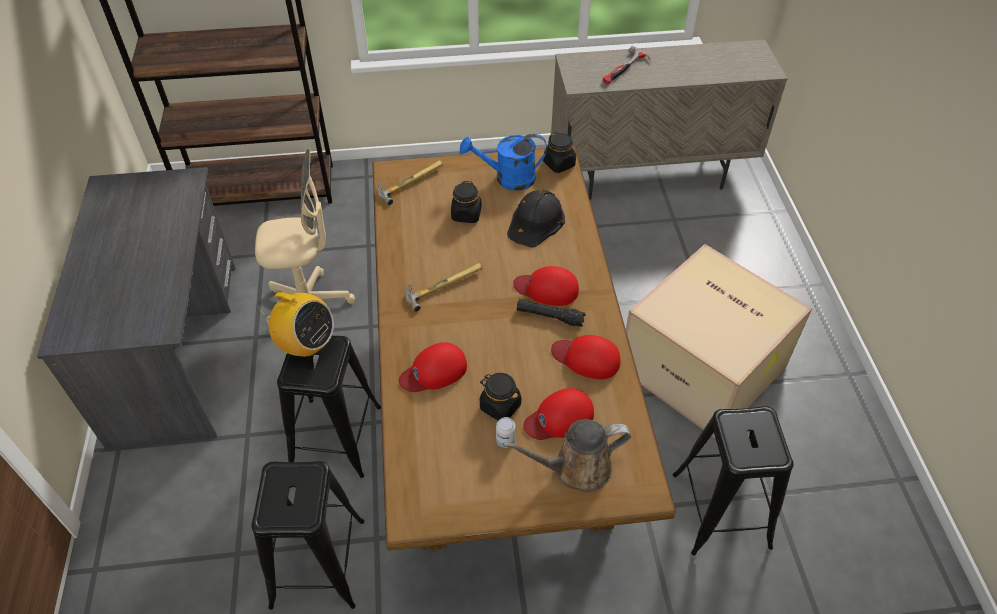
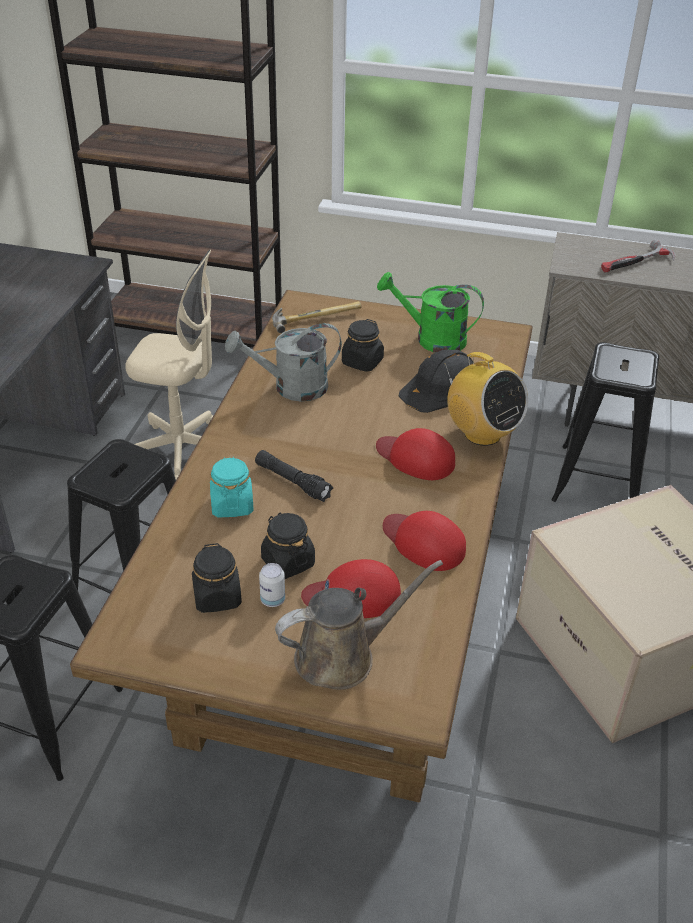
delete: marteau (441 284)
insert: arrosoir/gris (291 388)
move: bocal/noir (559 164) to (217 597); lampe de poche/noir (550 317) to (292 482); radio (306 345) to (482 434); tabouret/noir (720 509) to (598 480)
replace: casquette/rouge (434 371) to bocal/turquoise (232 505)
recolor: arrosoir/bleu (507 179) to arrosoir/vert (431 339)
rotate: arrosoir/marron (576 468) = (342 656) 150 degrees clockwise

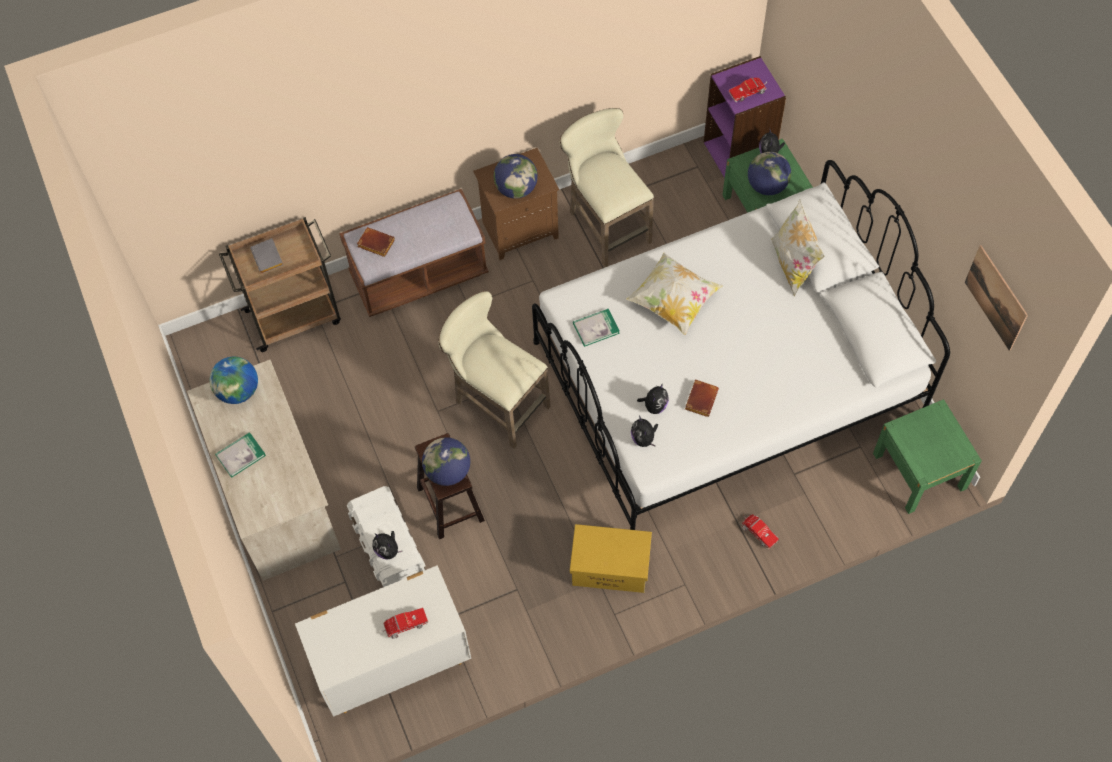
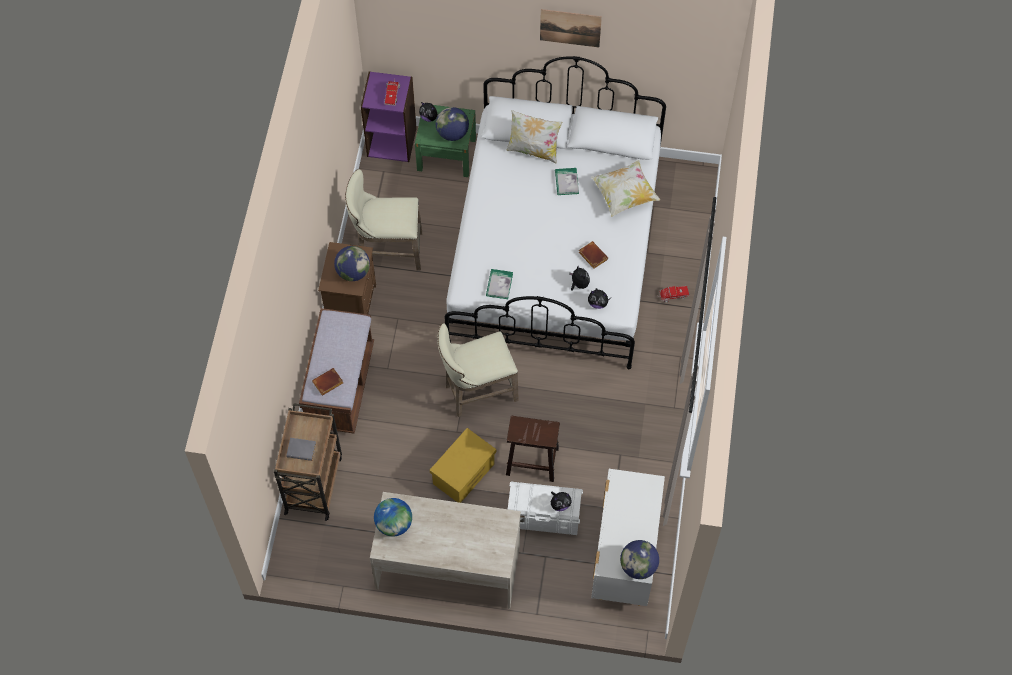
delete: camion jouet (404 625); table de chevet/vert (919 471)
move: boîte de rangement/jaune (611 567) to (464 473); tableau (995 298) to (570 28); livre (240 455) to (566 182); coussin (673 301) to (624 195); globe (448 471) to (638 566)

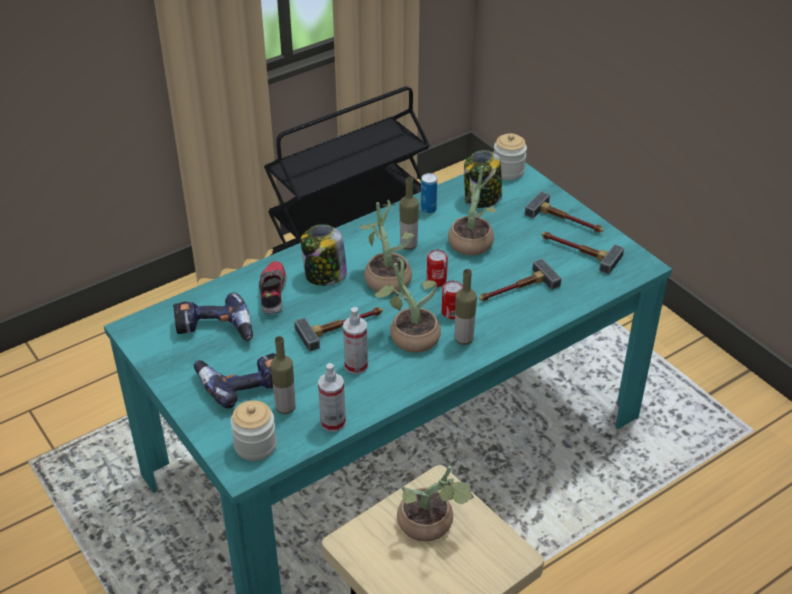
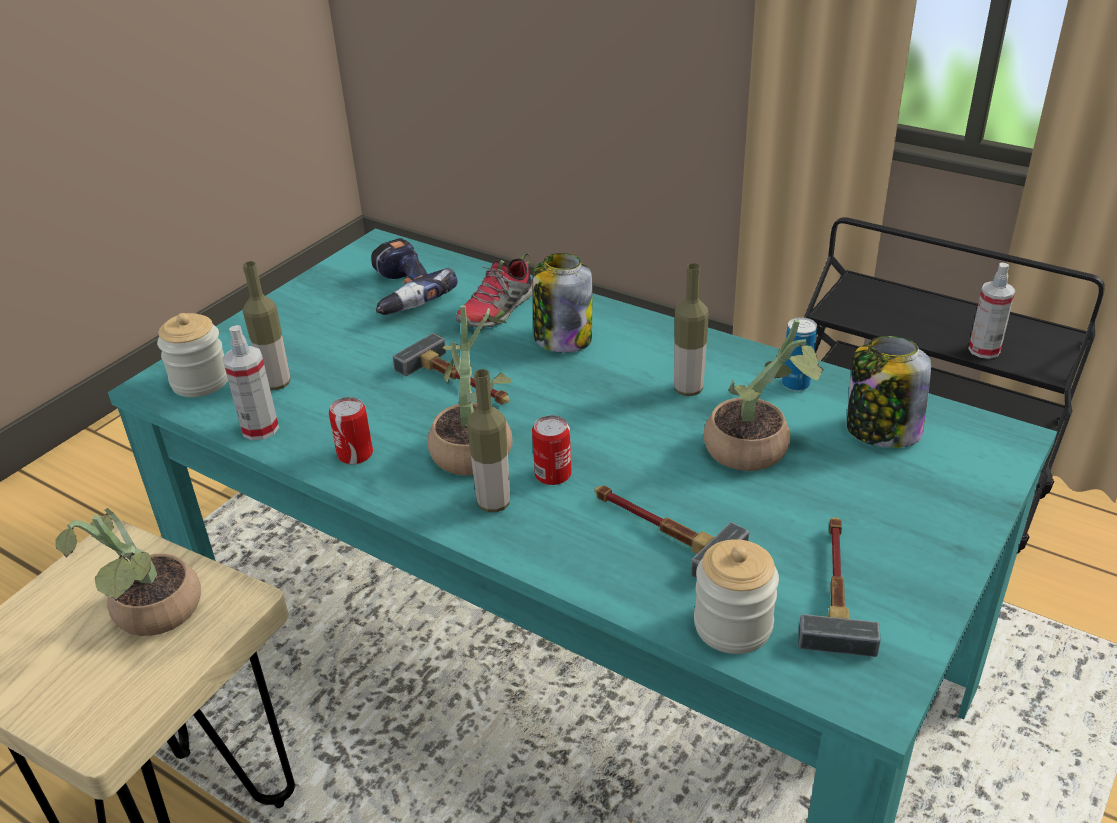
delete: perceuse (241 382); plante en pot (386 277); marteau (566 220)
move: boîte métallique (436 281) to (355 454); bocal (508 171) to (733 625); vaporisateur (356 365) to (984 350)
rotate: chaussure (272 293) = (497 311) 150 degrees clockwise

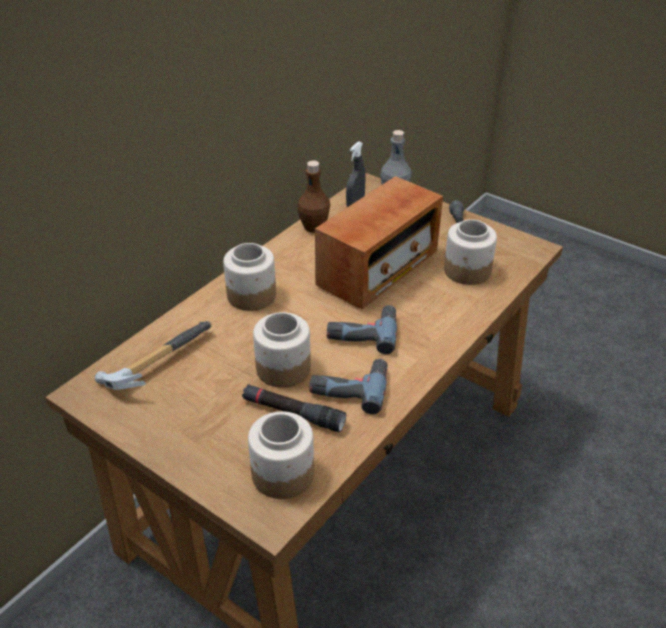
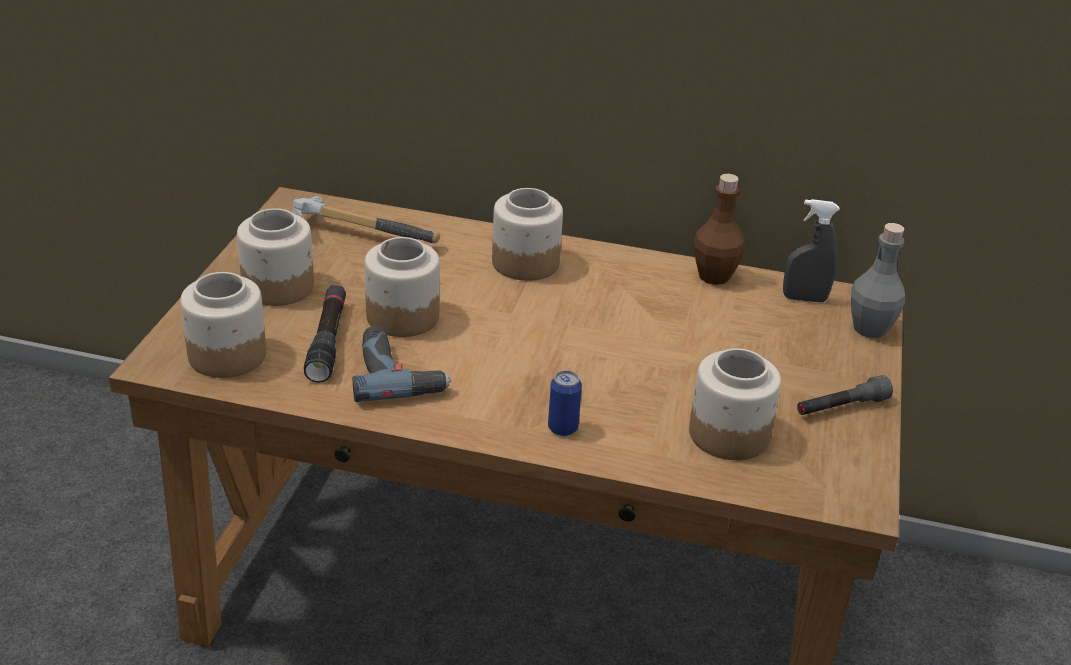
delete: radio (378 270); perceuse (362 331)
insert: bocal (279 286); boîte métallique (562 428)

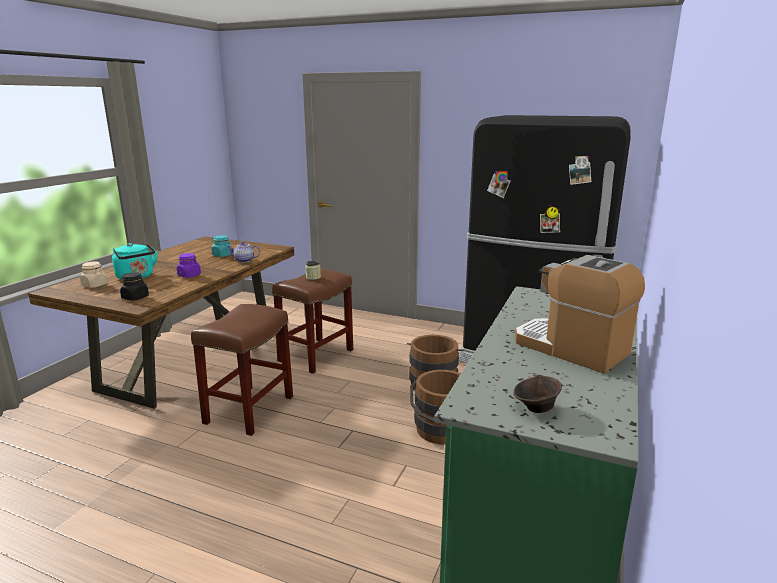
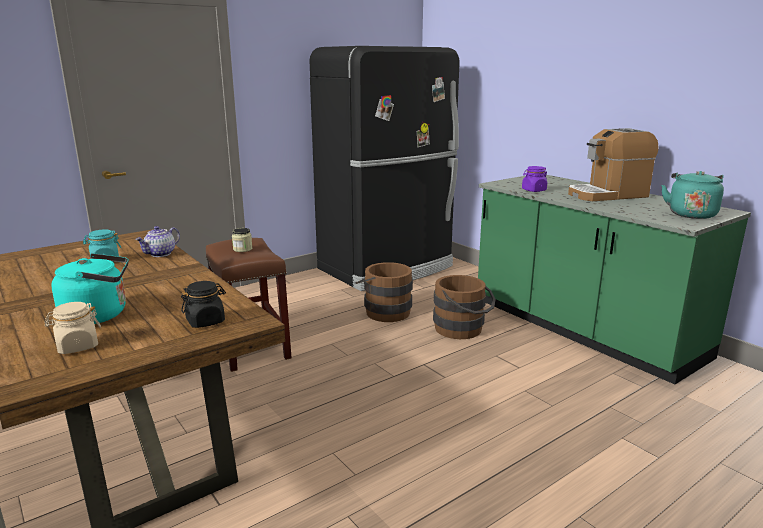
delete: tabouret/marron (249 410)
move: bocal/violet (189 275) to (533 190)
replace: bol/marron (536 408) to bouilloire/turquoise (690 214)

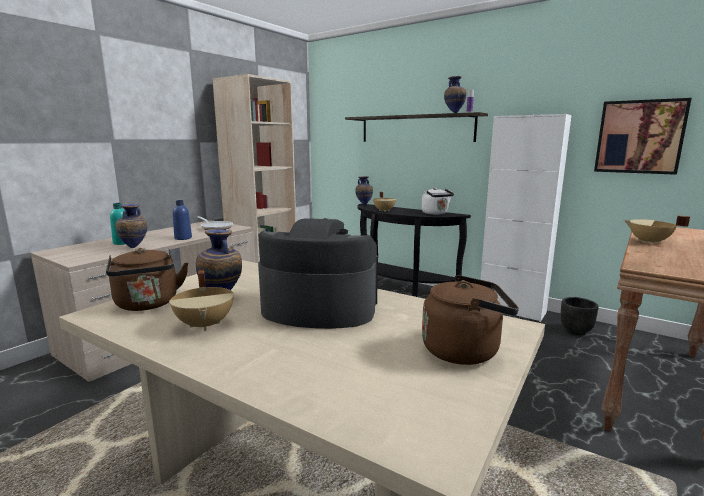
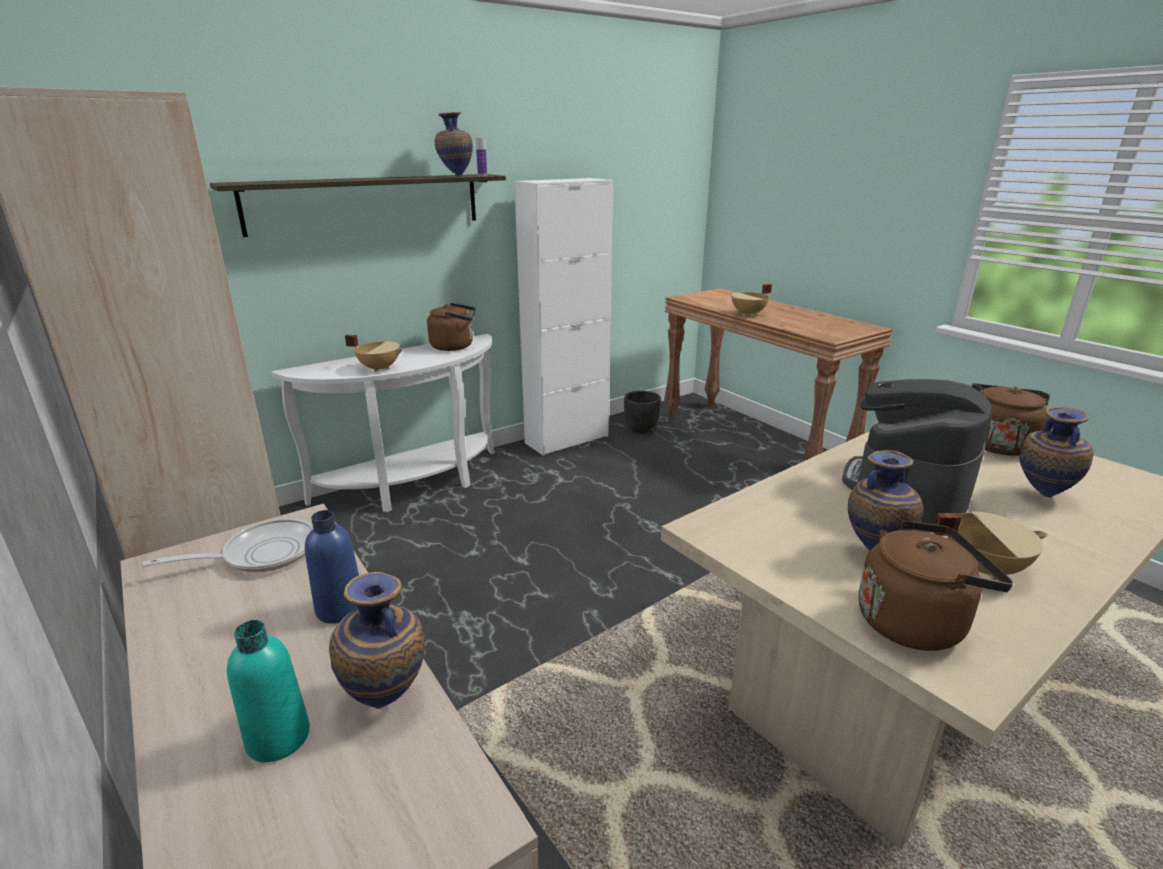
delete: tableau (639 137)
move: vase (364 204) to (1040 495)
recolor: table console/noir (401 286) to table console/blanc (415 486); bouilloire/blanc (436 213) to bouilloire/marron (455 346)

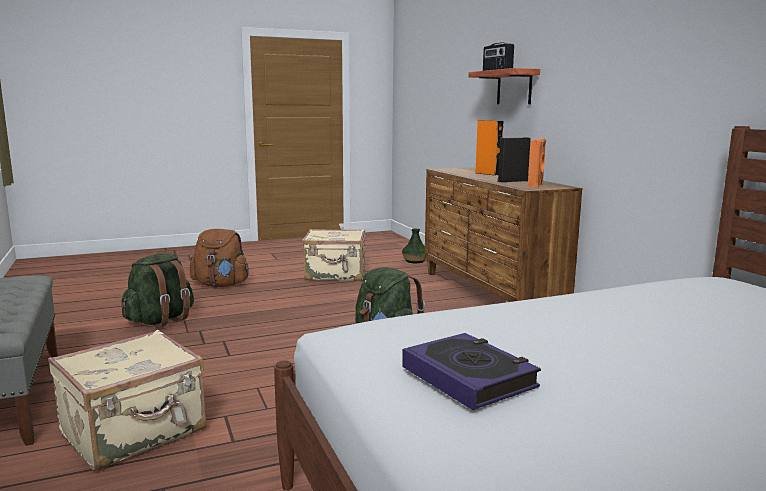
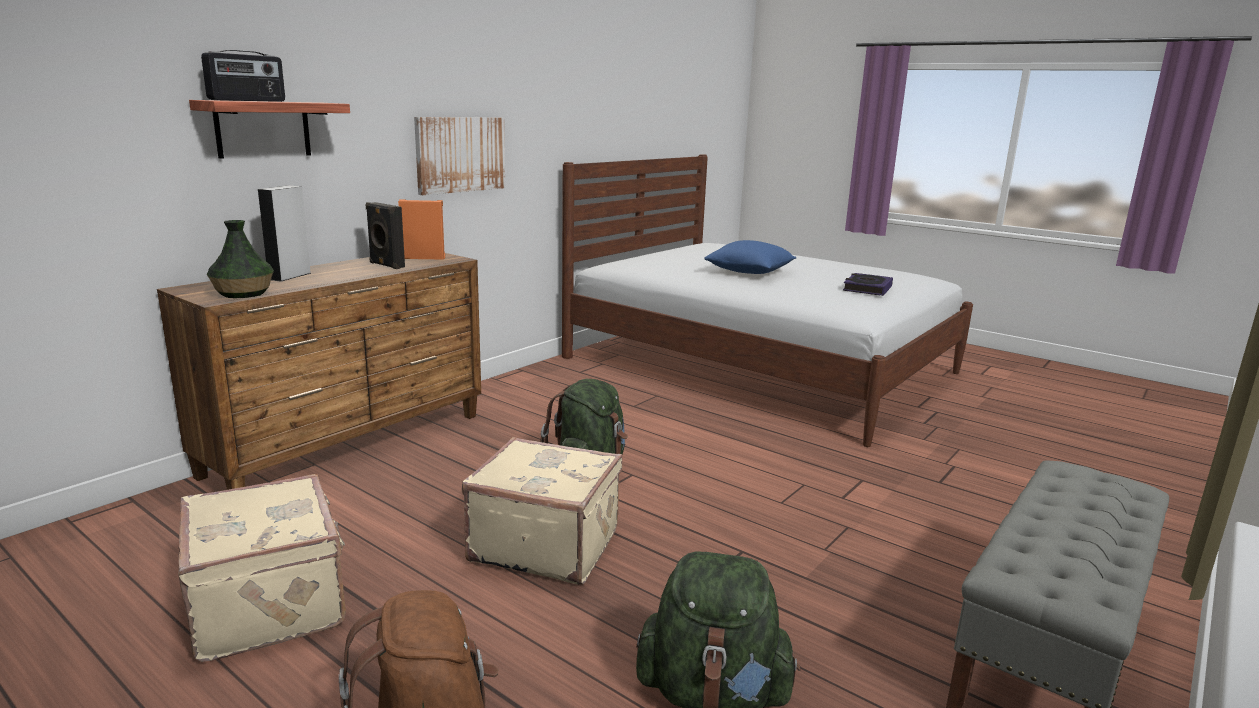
insert: tableau (460 154); coussin/bleu (750 273)
move: vase (415 261) to (244 293); valise/beige (135 432) to (545 544)
recolor: enceinte/orange (488 174) to enceinte/gris (289 276)

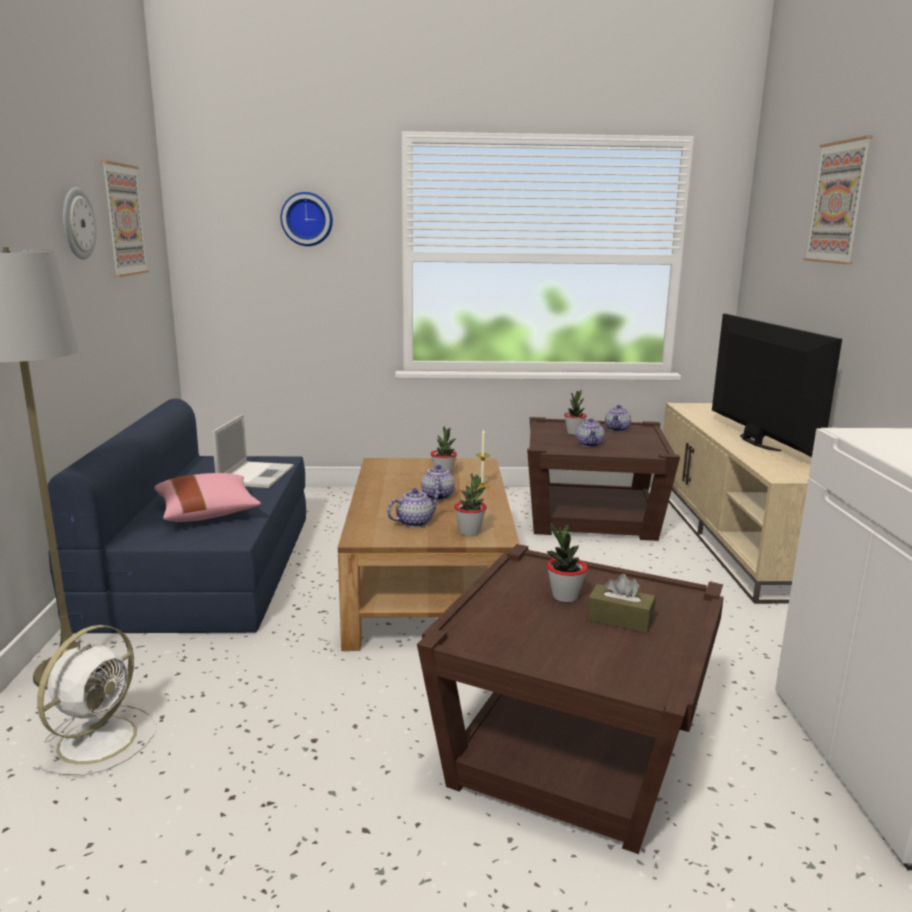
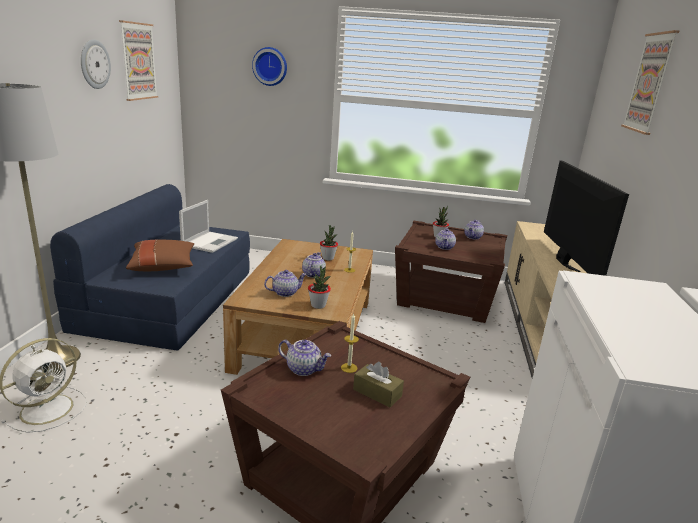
insert: théière (304 369)
replace: plante en pot (564 596) to bougie (349 368)
recolor: coussin/rose (207 513) to coussin/marron (163 266)

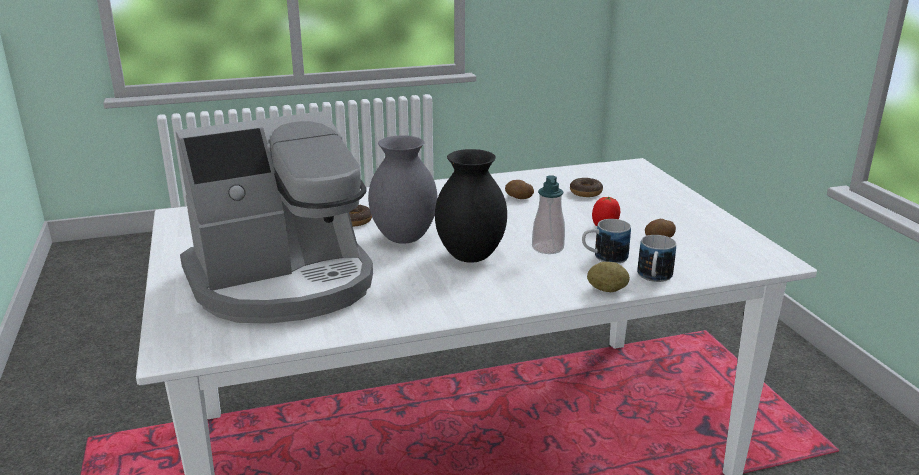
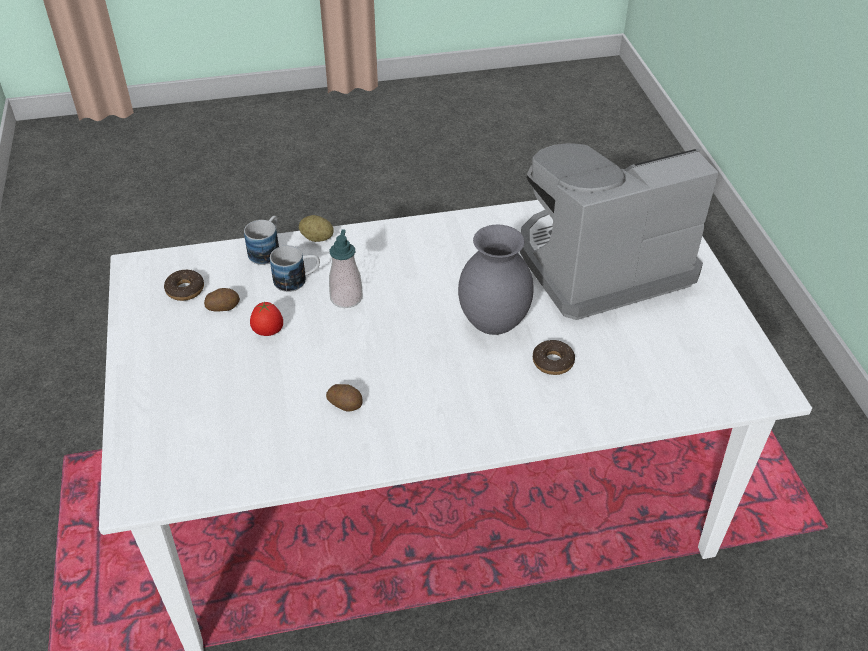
delete: vase/noir (471 257)
move: beignet (585 192) to (185 290)

